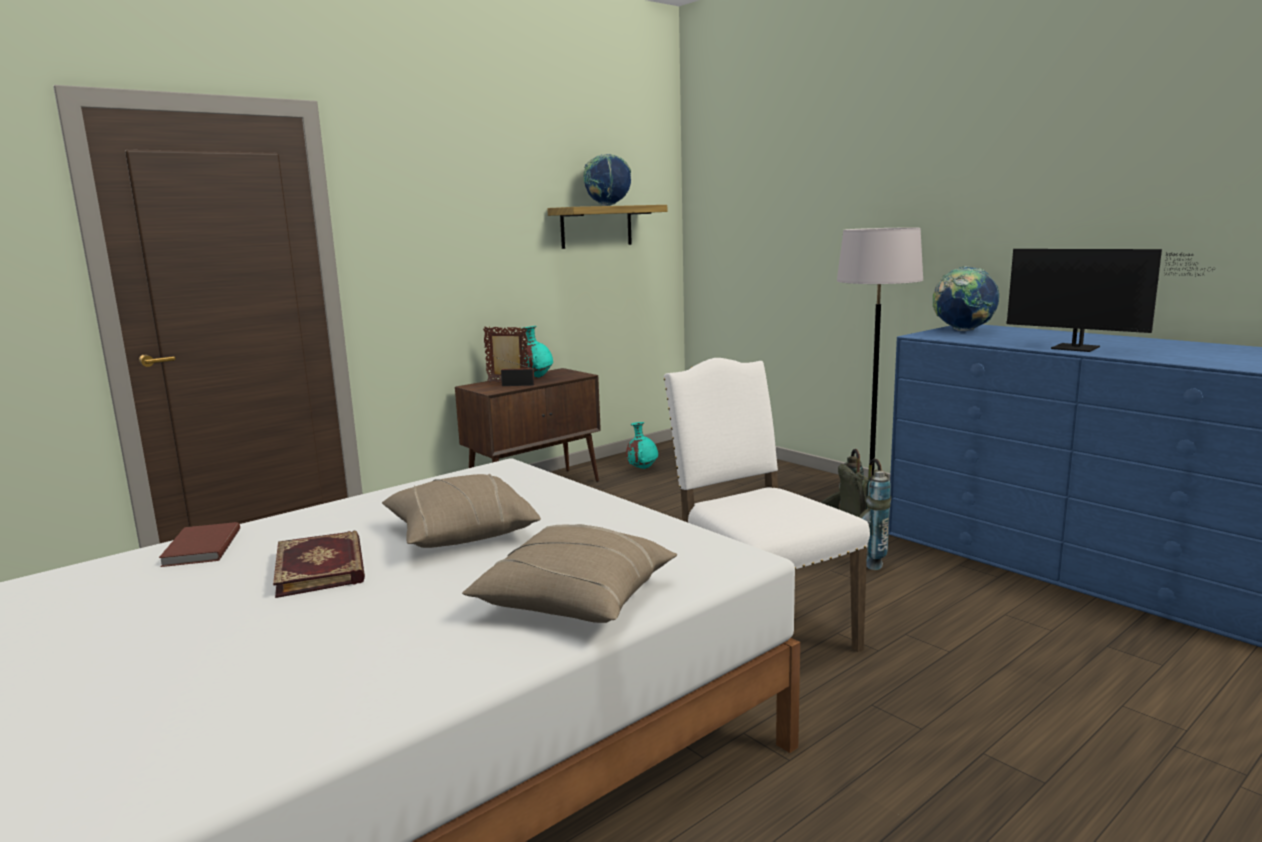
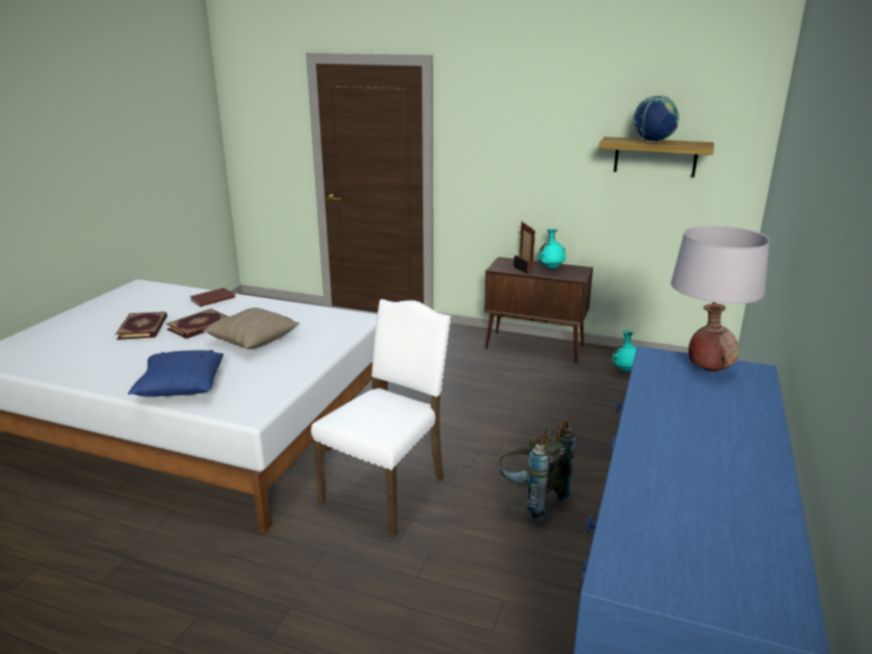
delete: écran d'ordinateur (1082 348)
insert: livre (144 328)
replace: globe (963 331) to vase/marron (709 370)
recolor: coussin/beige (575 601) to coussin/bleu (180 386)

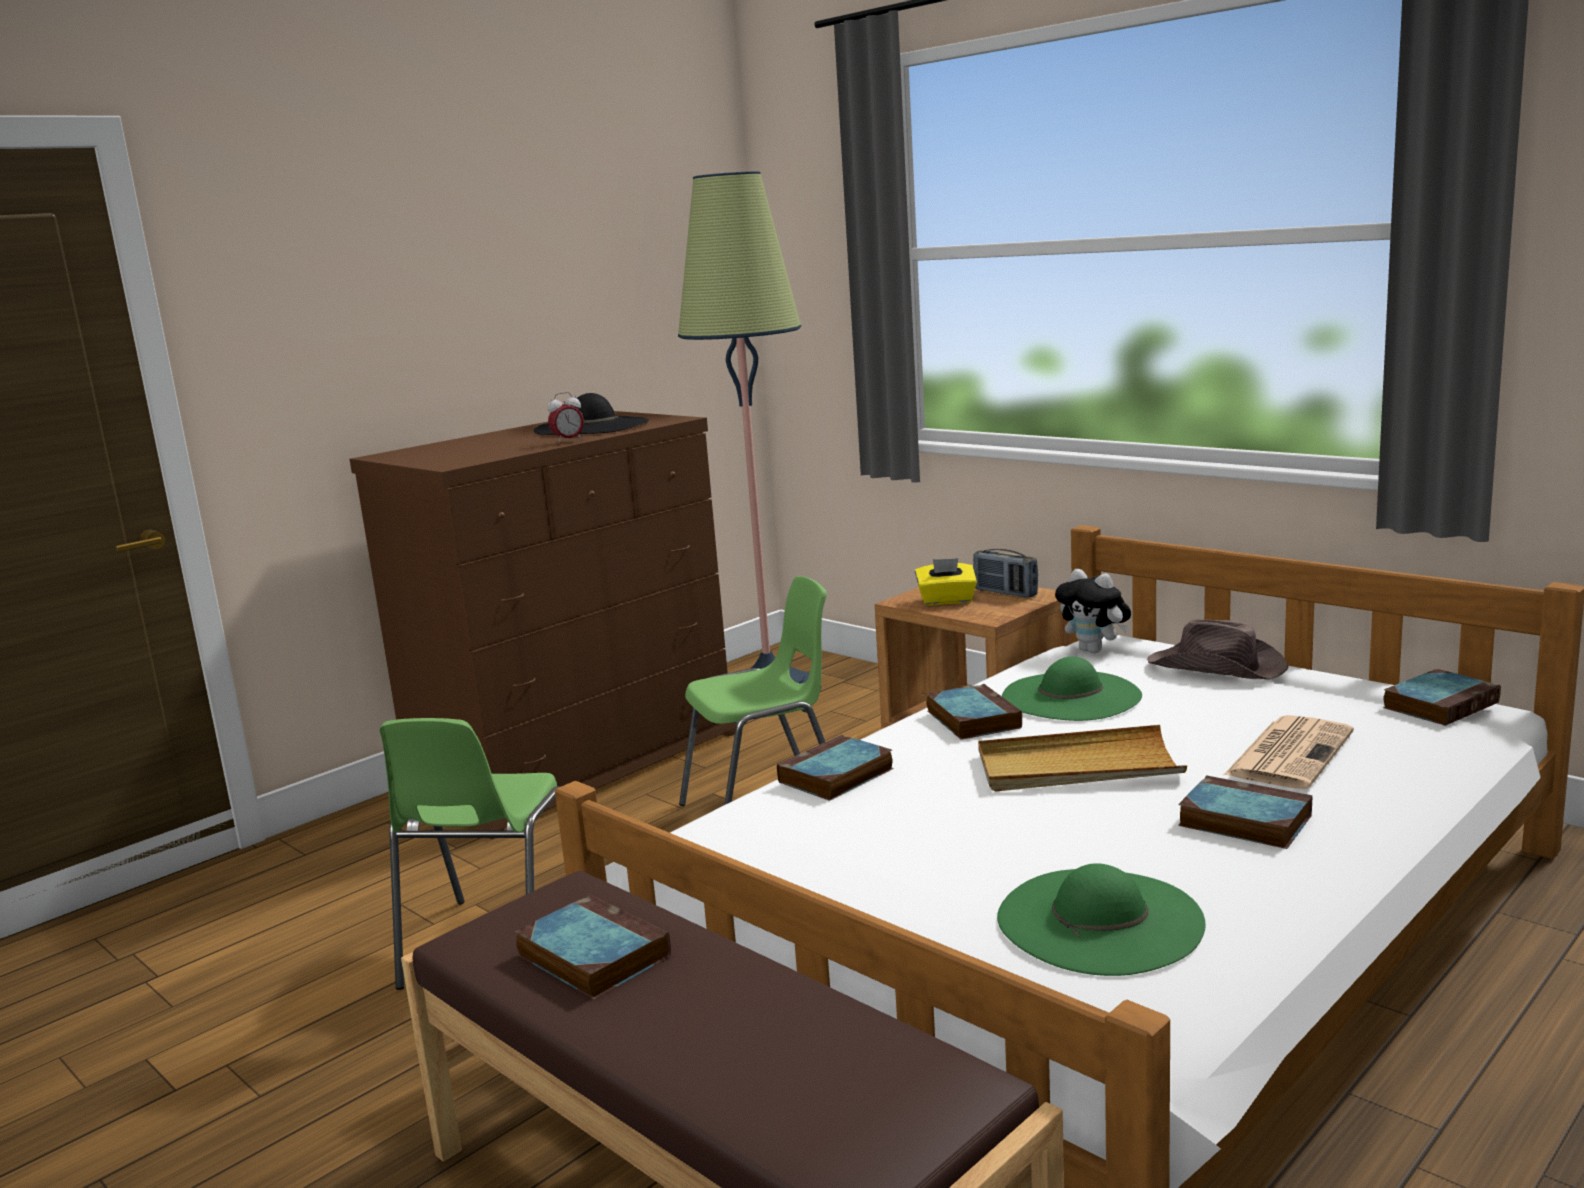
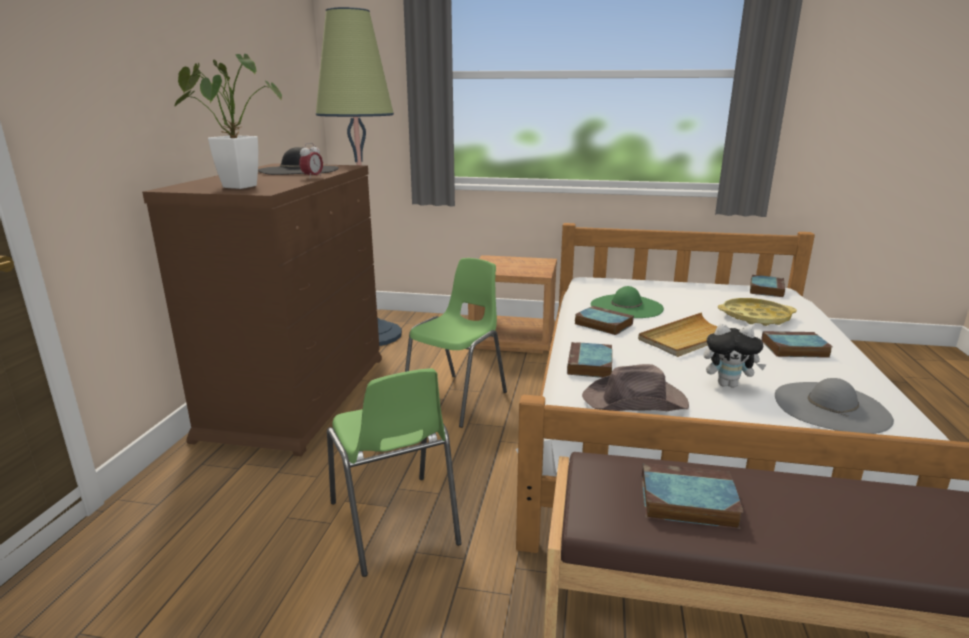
delete: boîte à mouchoirs/jaune (946 601); radio (1005 593)
insert: plante en pot (234 186)
move: chapeau/marron (1218 667) to (635 401); peluche (1095 650) to (728 384)
replace: journal (1289 753) to plateau/jaune (755 317)
recolor: chapeau/vert (1099 920) to chapeau/gris (831 407)

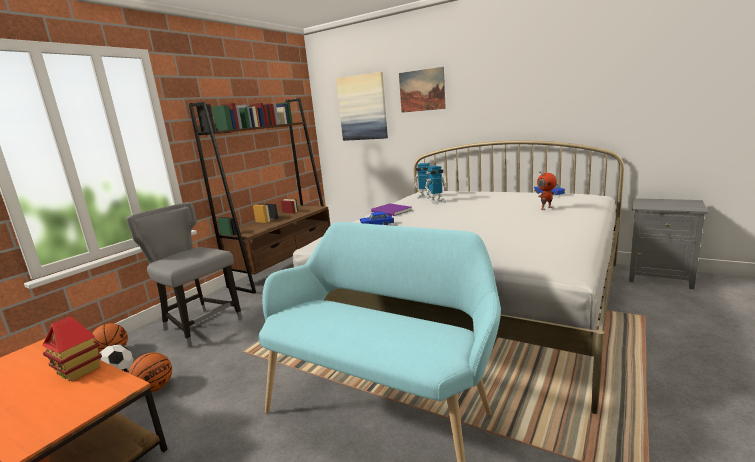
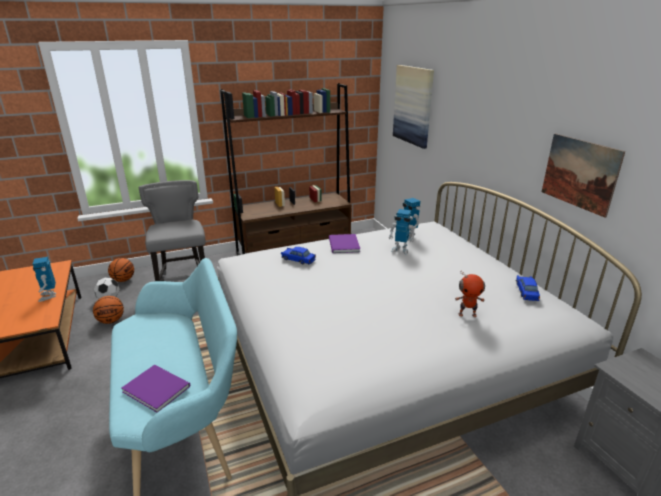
insert: livre/violet (156 387)
move: tableau (422 90) to (579 173)
replace: maison miniature (79 370) to robot jouet (49 296)

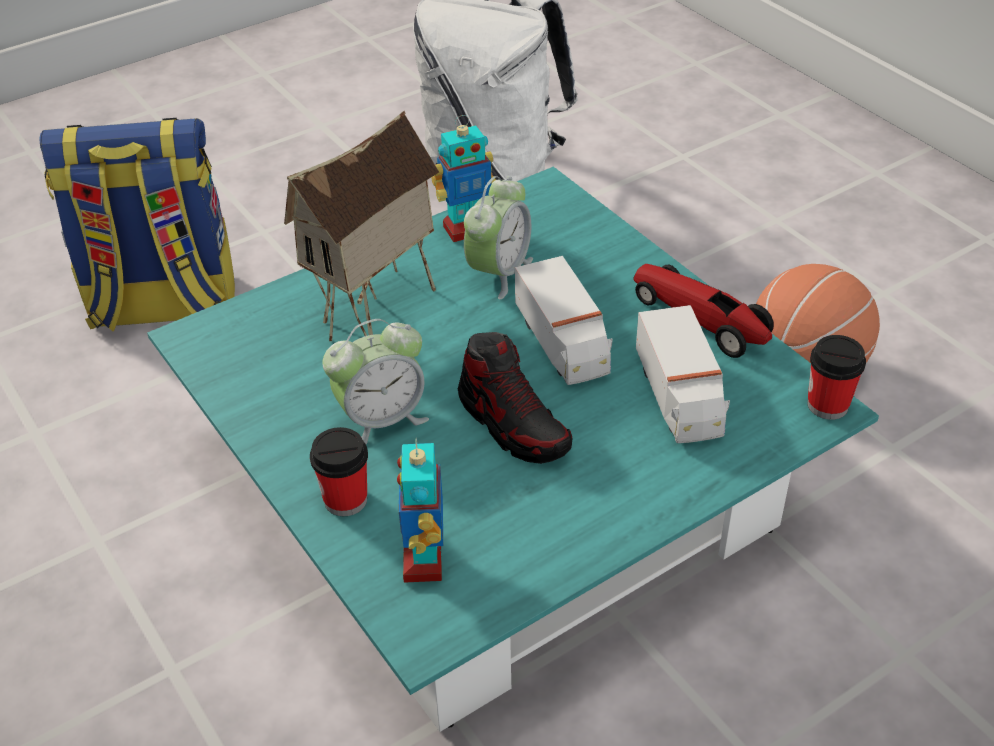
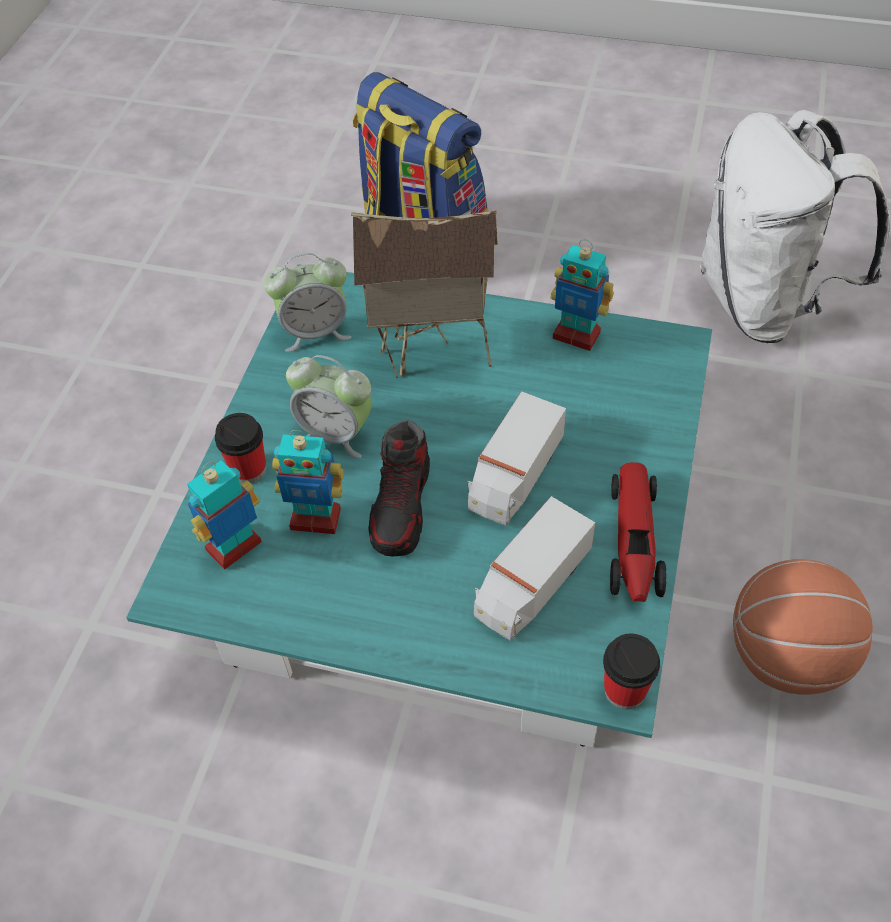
insert: robot jouet (316 518)
move: réveil (499 273) to (315 332)

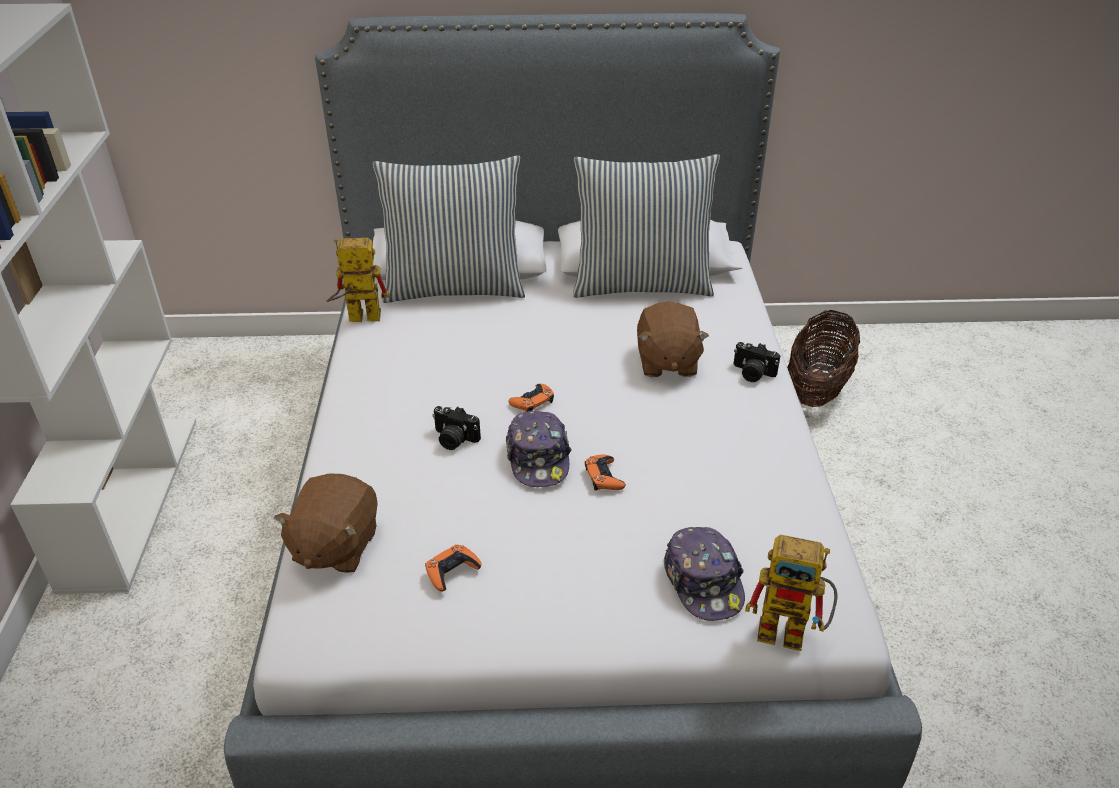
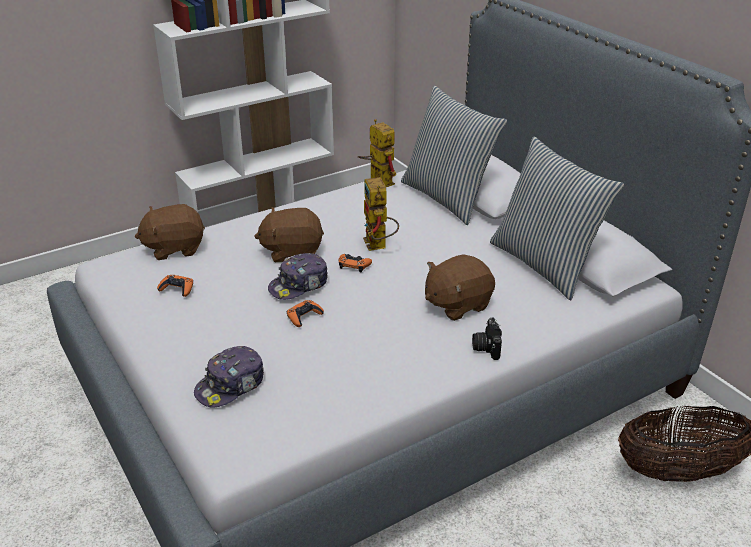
move: robot jouet (792 632) to (378 246)
replace: appareil photo (454 439) to peluche/marron (292 251)

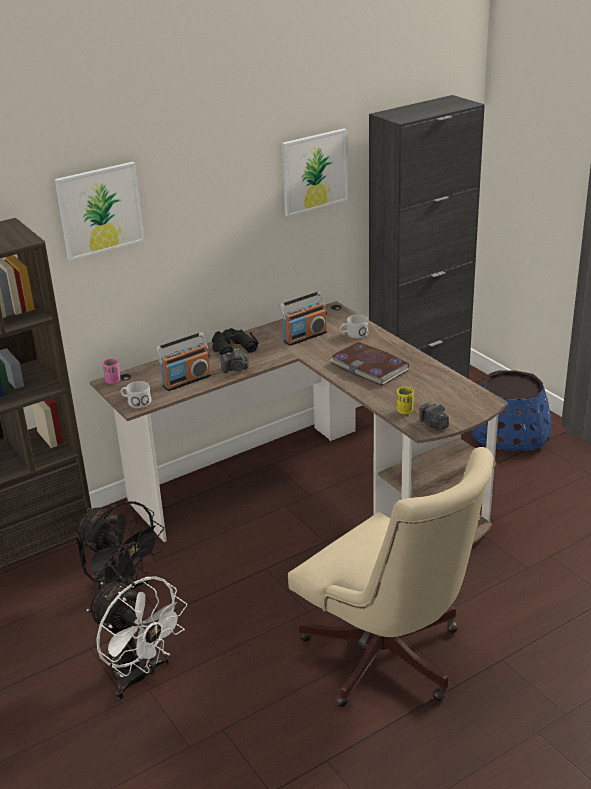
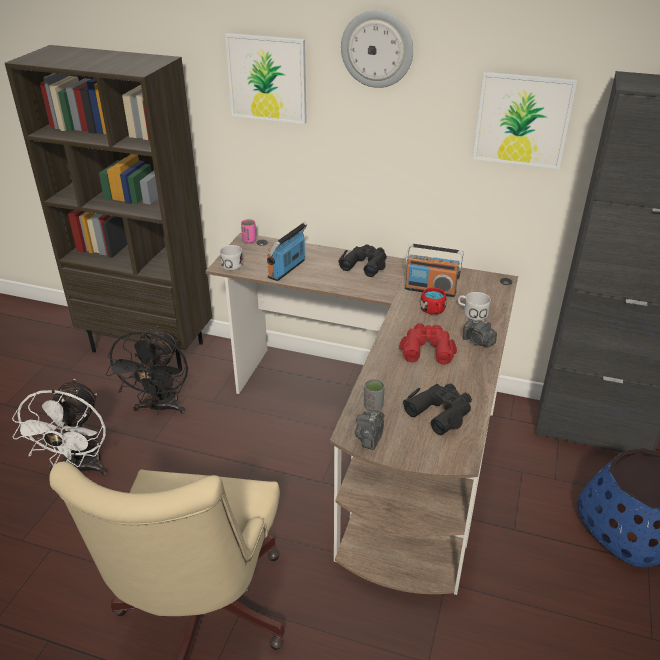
insert: horloge murale (377 49); jumelles/noir (440 412); mug/rouge (433 311)
move: appareil photo (236 369) to (478 341)
replace: livre (370 367) to jumelles/rouge (427 348)
recolor: tasse/jaune (404 411) to tasse/gris (373 406)
rotate: radio (186 381) = (287 269) 105 degrees clockwise

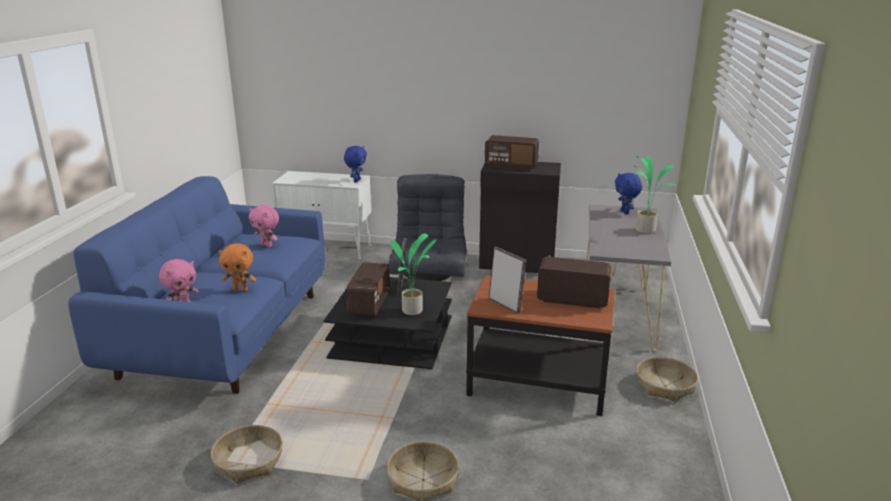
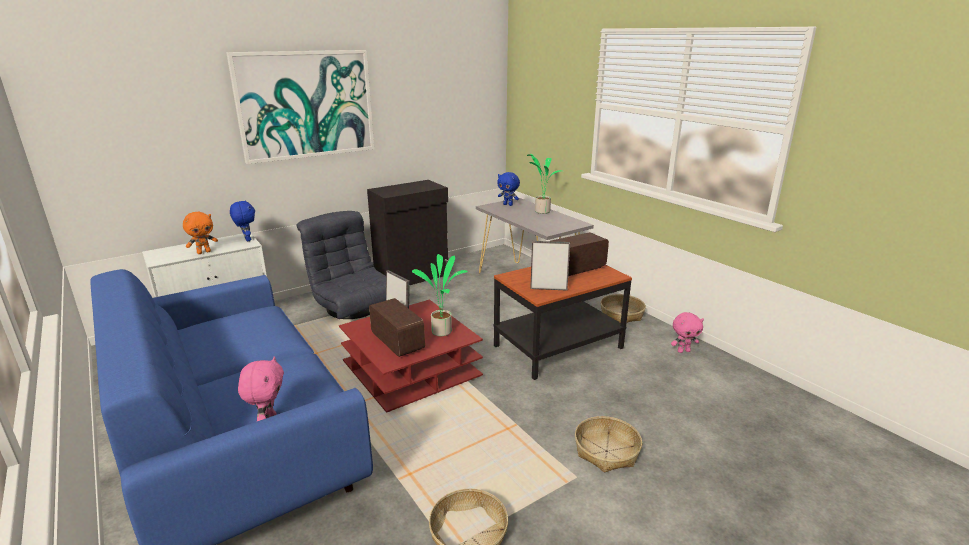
delete: radio (511 165)
insert: tableau (306 104)
move: peluche/orange (240 289) to (204 252); peluche/rose (267 245) to (683 351)
recolor: table basse/noir (392 337) to table basse/rouge (411 369)

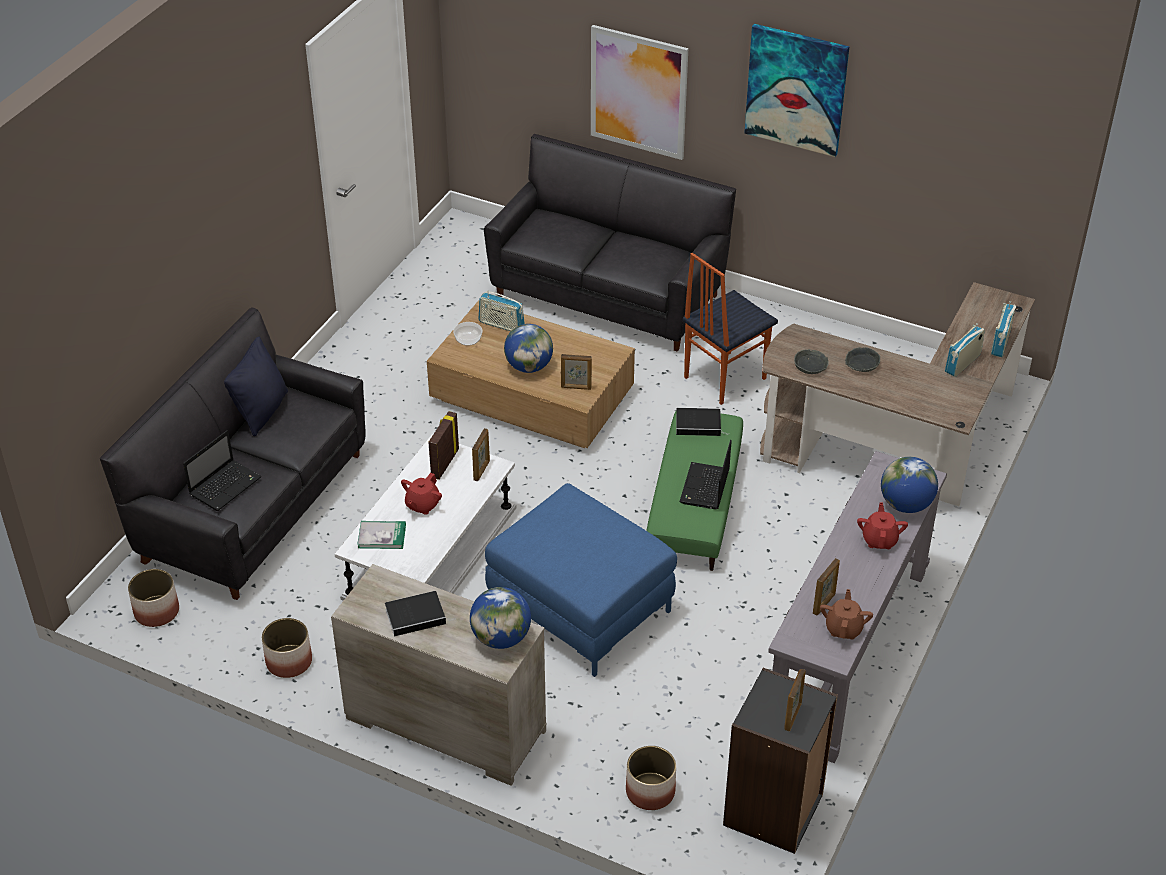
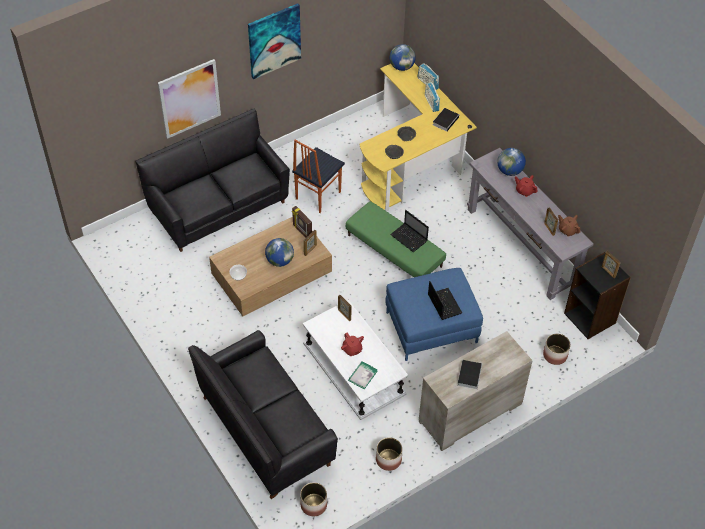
delete: coussin/noir (262 411); radio (501 325)
move: cadre photo (444 463) to (302 232); globe (501 638) to (401 67); ordinateur portable (226 485) to (443 304); livre (699 424) to (445 120)
recolor: bureau/marron (899 448) to bureau/jaune (413 160)
rotate: chaise (723 377) = (317 195) 45 degrees clockwise

